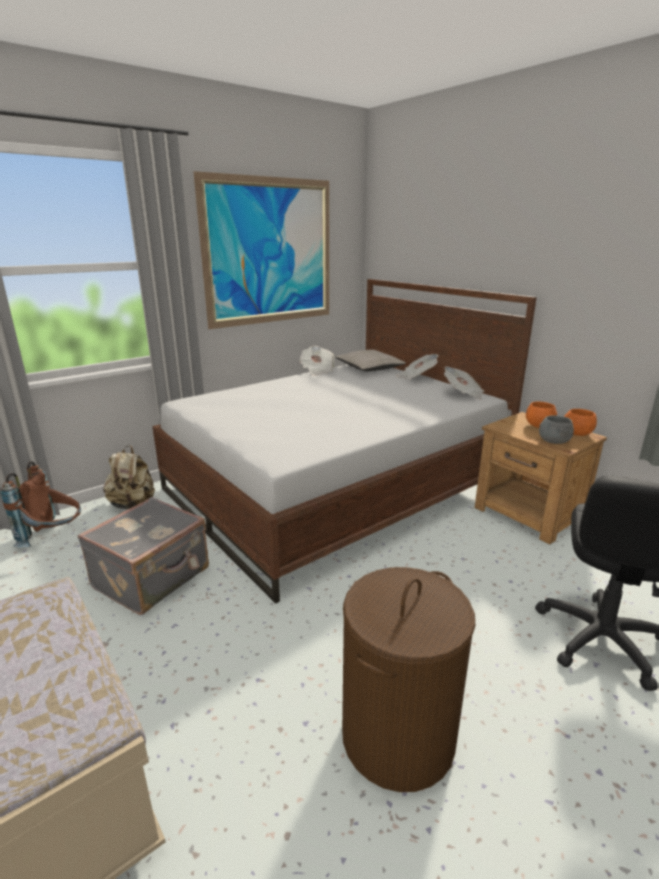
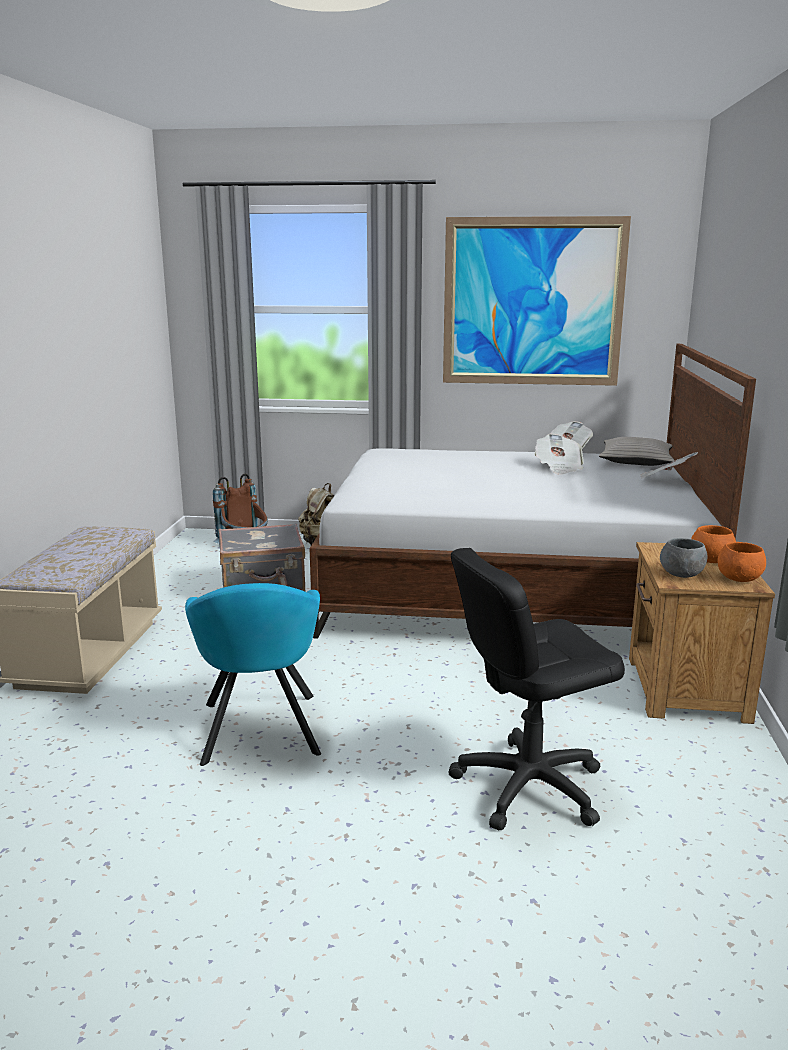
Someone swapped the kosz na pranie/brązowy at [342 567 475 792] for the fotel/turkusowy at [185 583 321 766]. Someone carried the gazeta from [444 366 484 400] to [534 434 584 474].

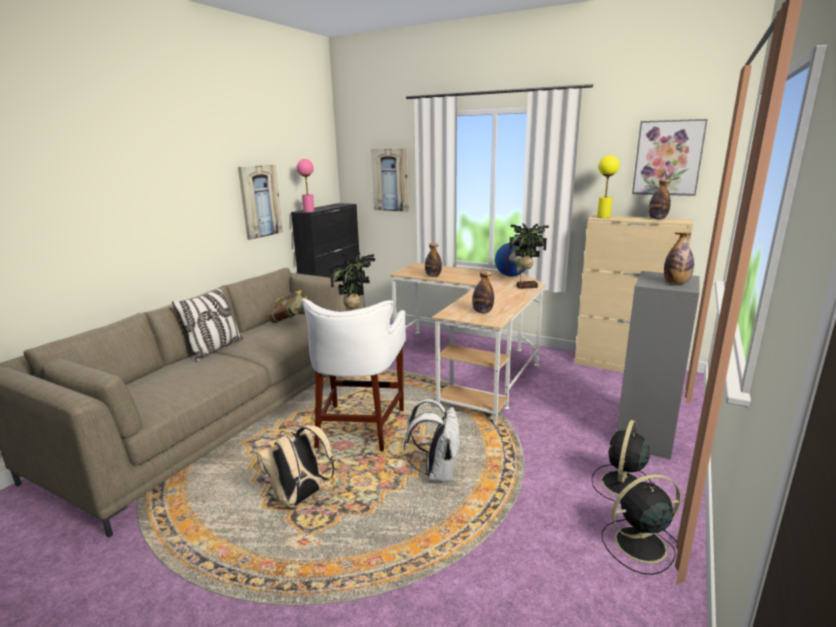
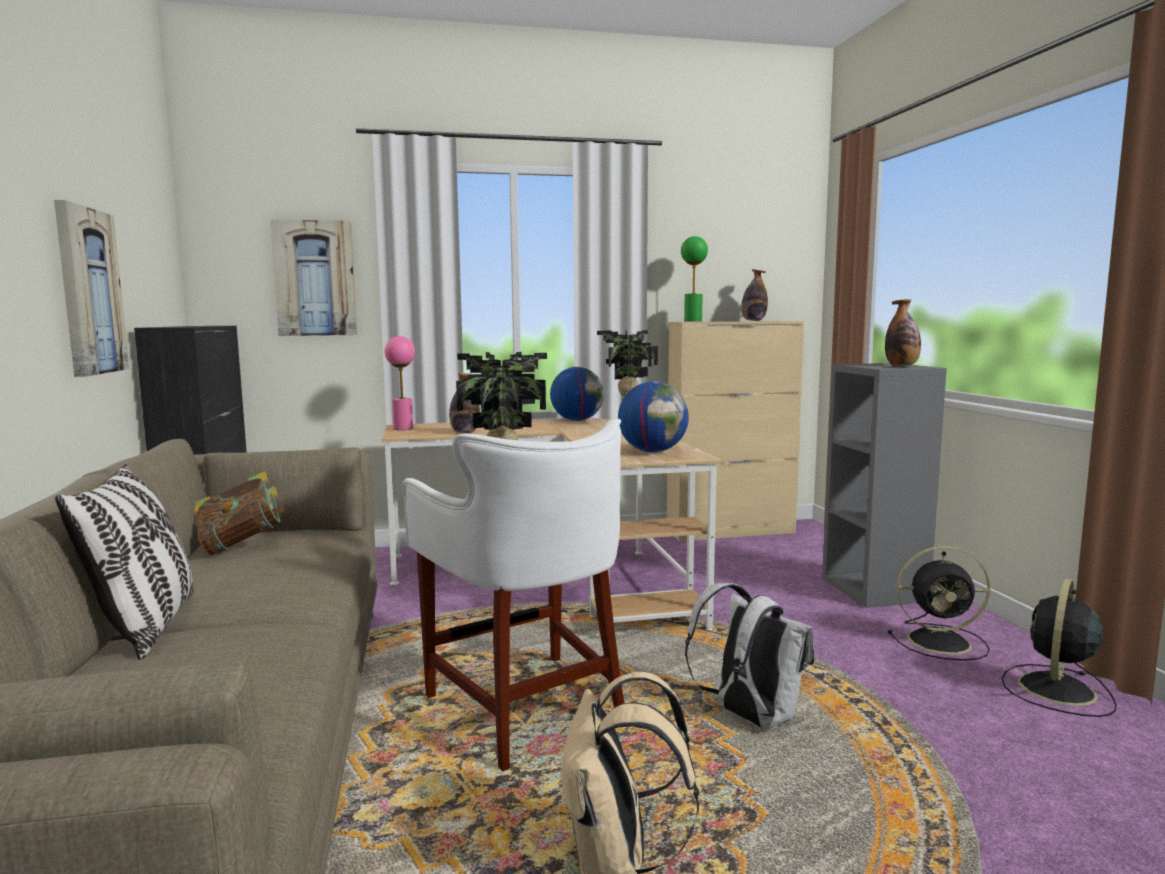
Someone carried the lampa stołowa/różowy from [297 159 314 212] to [385 336 415 430]. Someone swapped the butelka at [472 271 494 313] for the globus at [618 382 689 452]. Someone rotated the wentylator/czarny at [592 420 652 503] by 75 degrees counterclockwise. Someone repainted the lampa stołowa/żółty at [597 155 619 218], which became the lampa stołowa/zielony at [681 236 708 322]. Someone took away the obraz at [632 119 708 196].

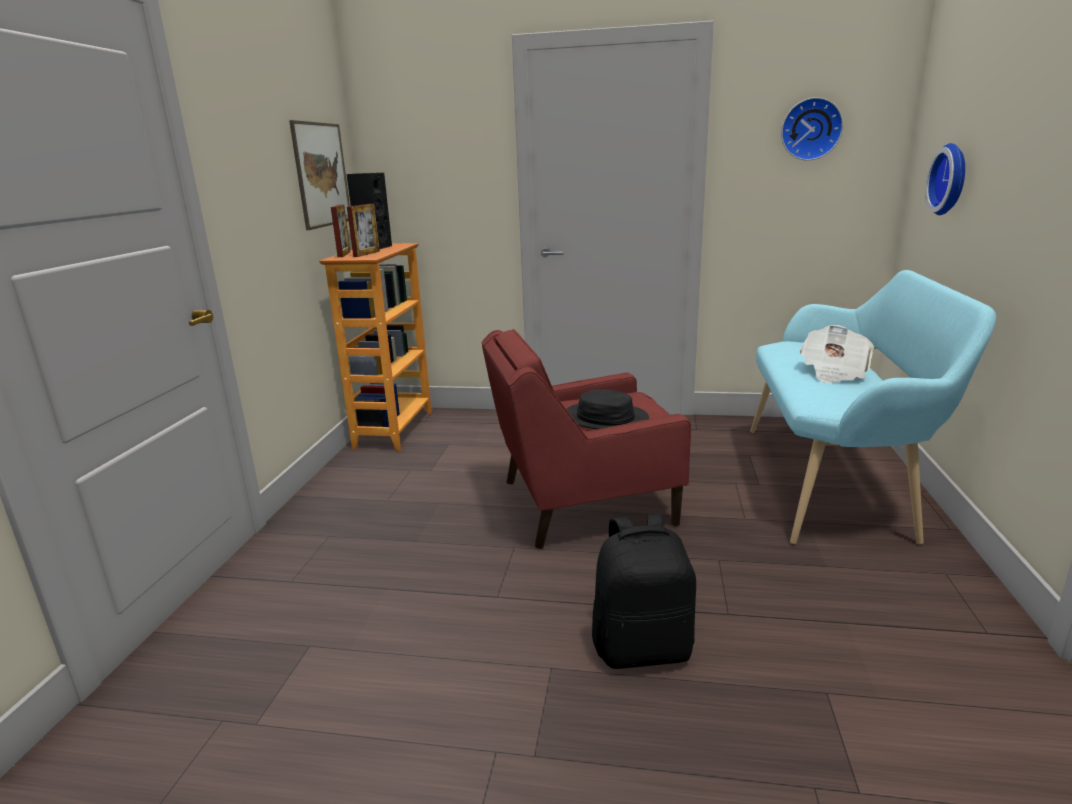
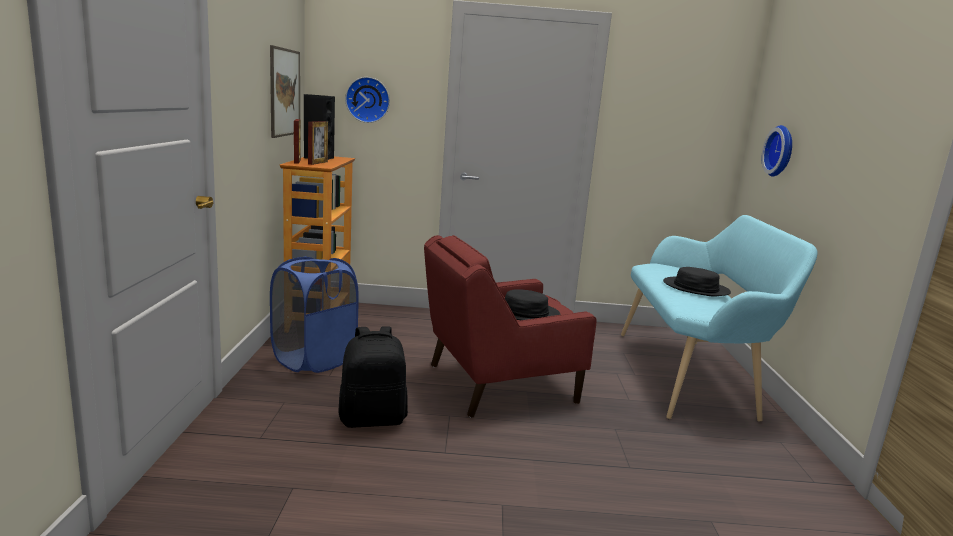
Someone carried the plecak/czarny from [592 514 696 669] to [338 327 408 428]. Someone carried the zegar ścienny from [781 97 843 161] to [345 77 390 123]. Someone swapped the gazeta at [800 325 874 383] for the kapelusz/czarny at [663 267 731 296]. Someone put down the kosz na pranie/niebieski at [270 256 359 373].

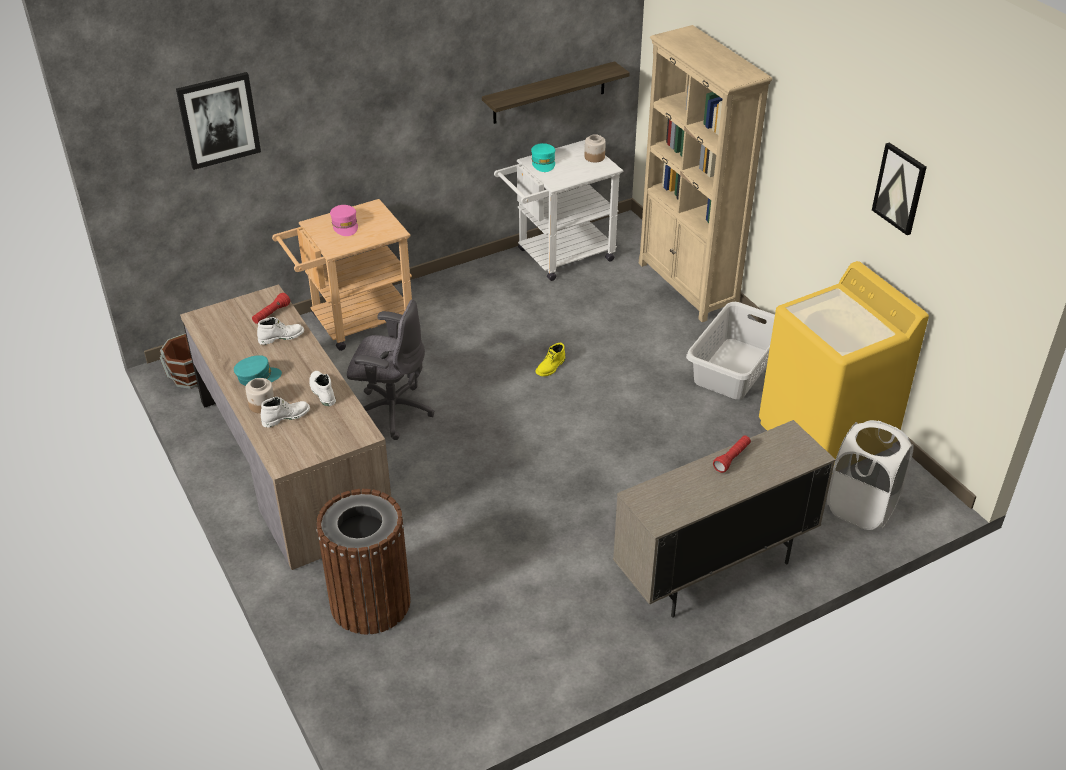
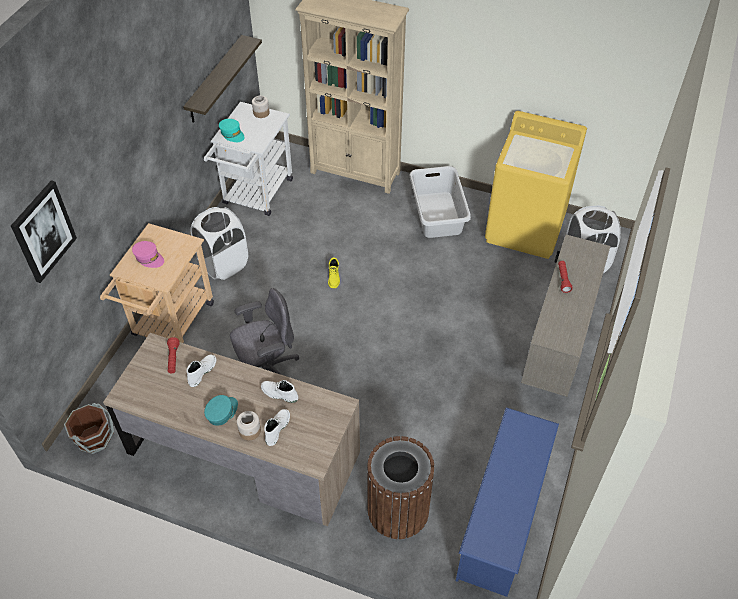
Someone took away the obraz at [872 143 927 235]. Someone put down the kosz na pranie/biały at [190 207 248 280]. Someone put down the regał na buty/niebieski at [456 407 559 597].

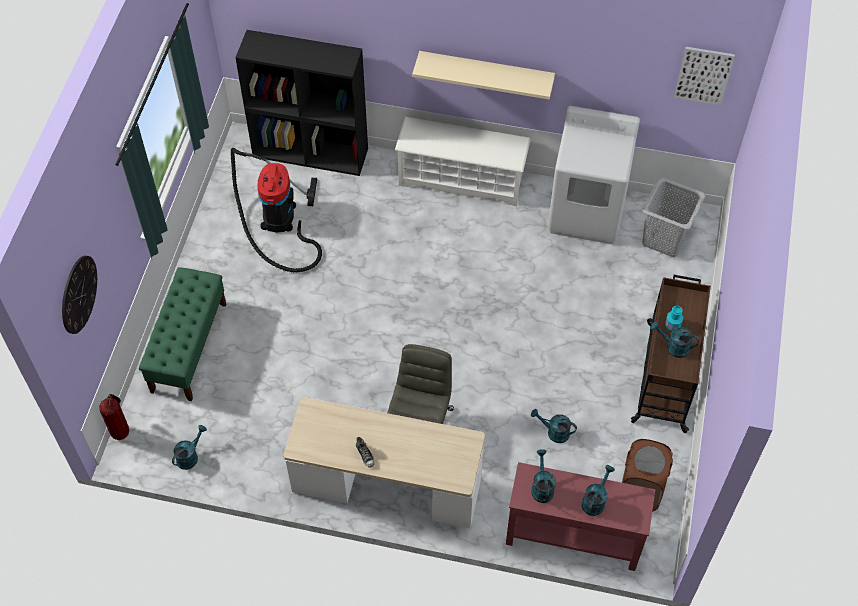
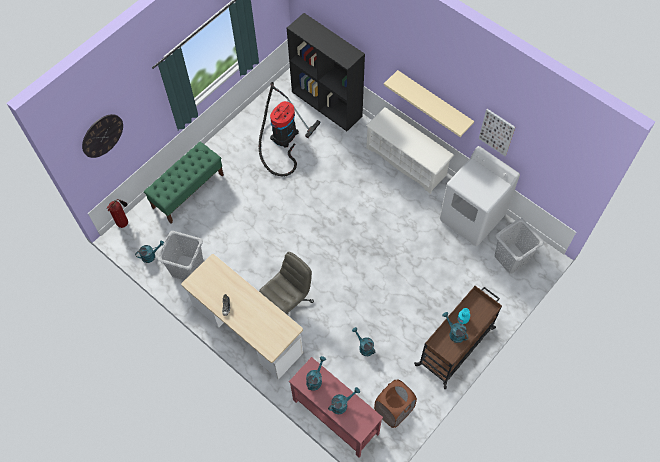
Someone carried the obraz from [674 47 735 106] to [479 109 515 156]. Someone put down the kosz na pranie/szary at [158 231 203 280].

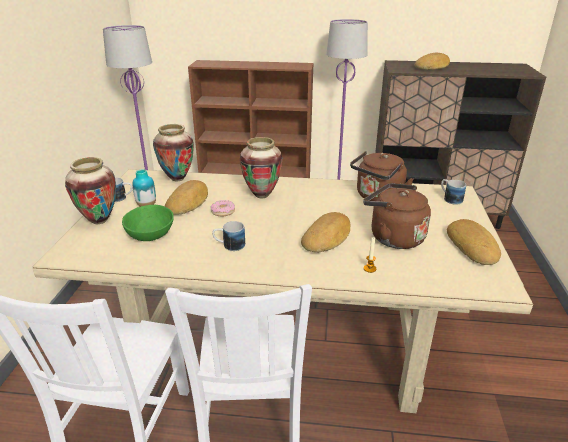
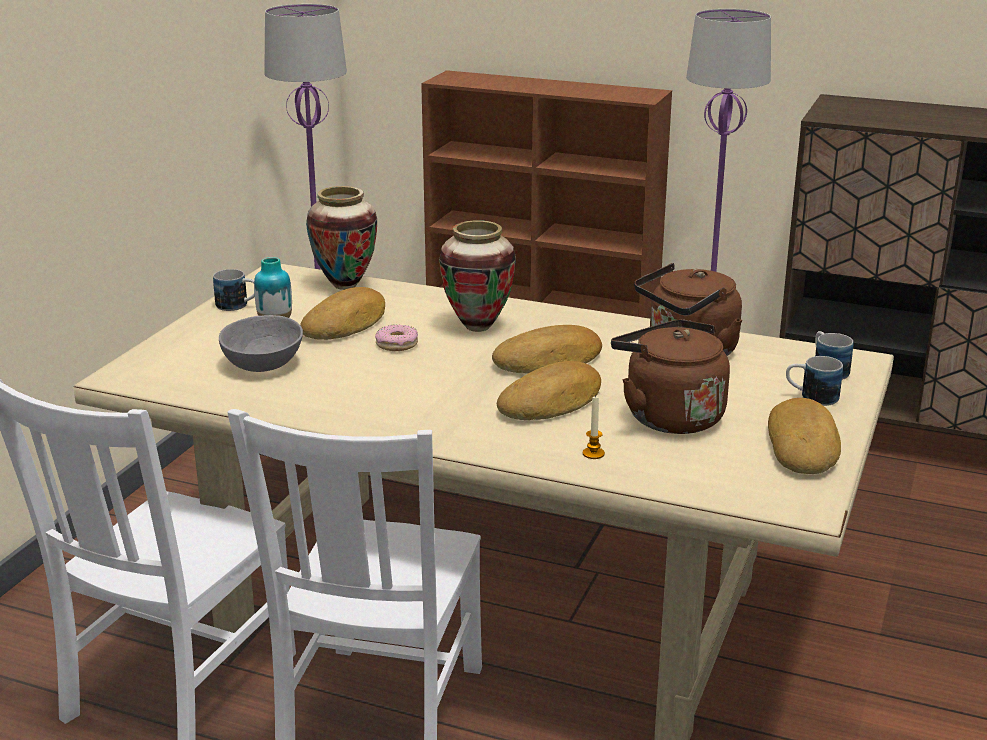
Someone took away the wazon at [65 157 116 224]. Someone repainted the miska/zielony at [122 205 174 241], which became the miska/szary at [219 315 303 372]. Someone carried the kubek from [212 221 245 251] to [786 356 843 406]. Someone carried the chleb from [415 53 450 70] to [492 325 602 373].

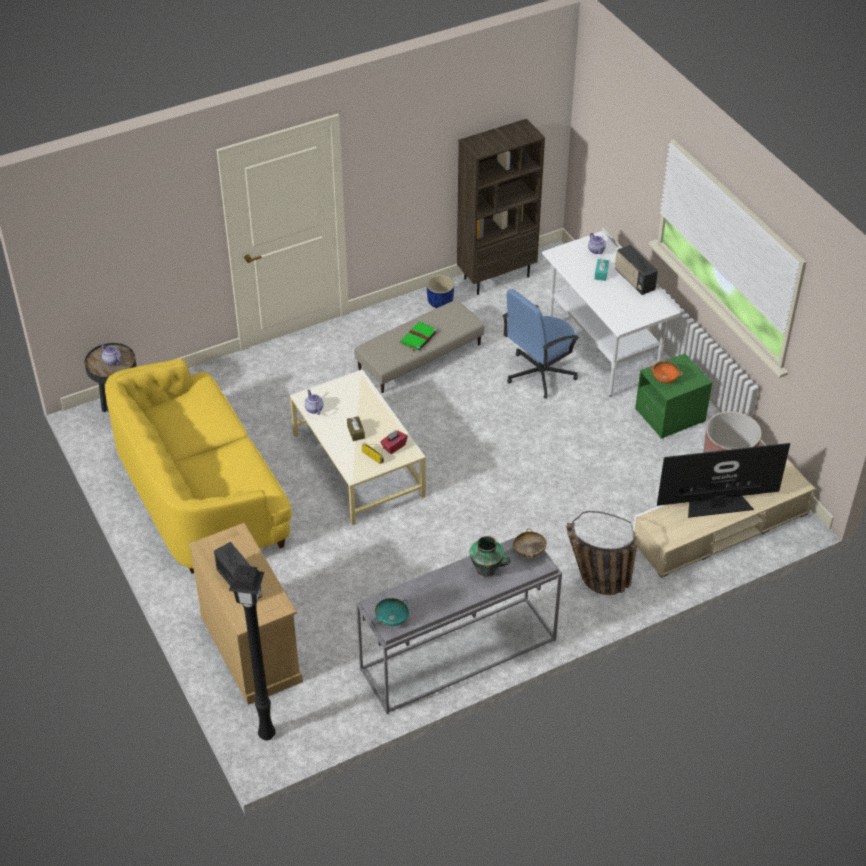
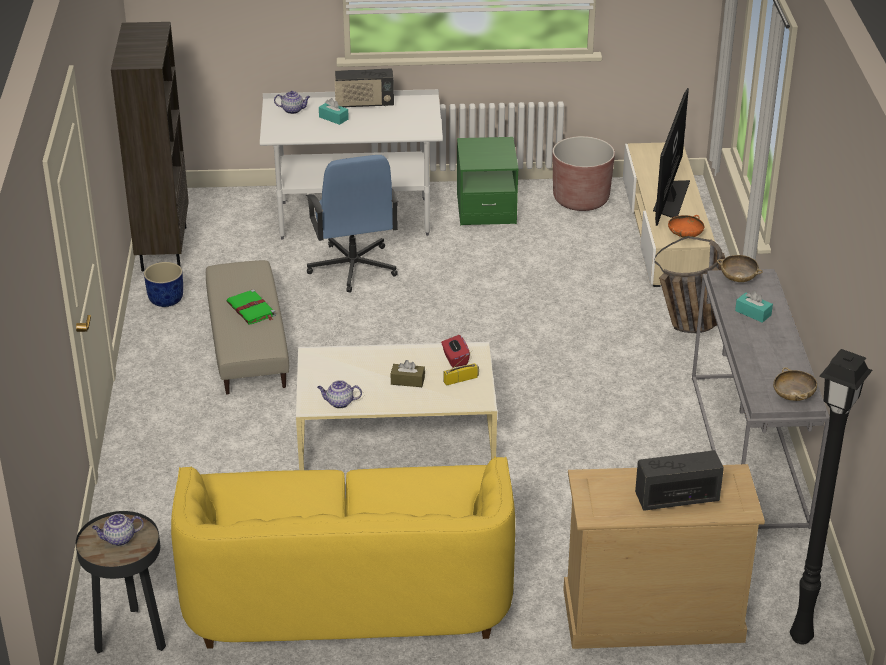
Someone repainted the miska/turkusowy at [375 598 409 626], which became the miska/beżowy at [773 367 817 401]. Someone swapped the wazon at [469 536 510 578] for the pudełko chusteczek/turkusowy at [735 291 773 323]. Someone carried the miska/pomarańczowy from [650 361 683 383] to [668 215 704 238].

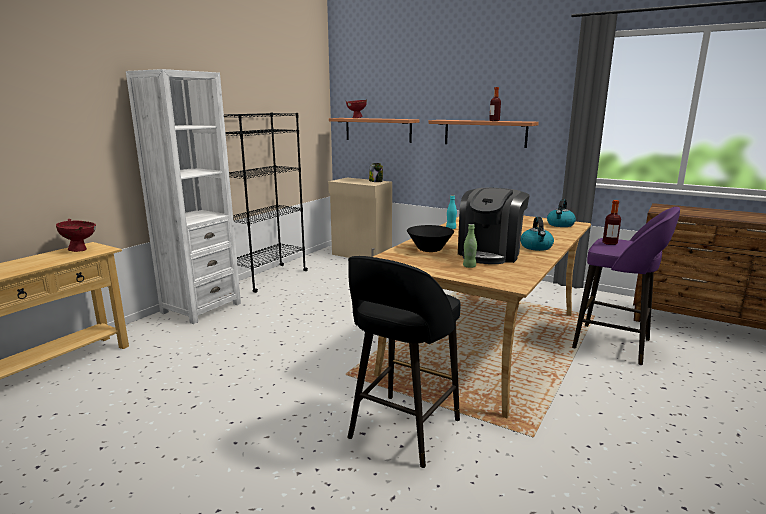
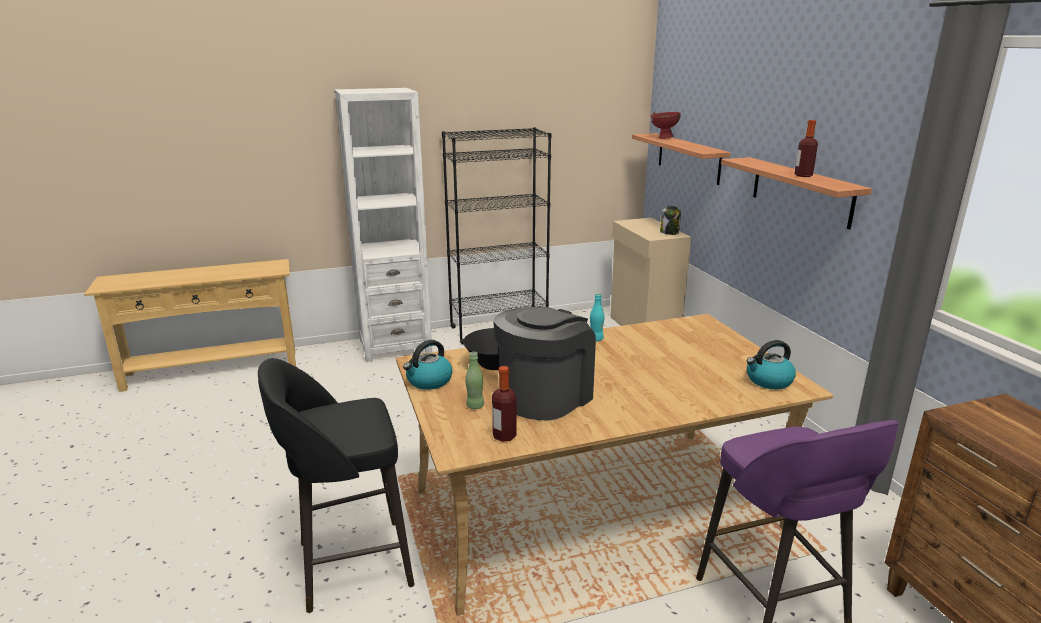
Someone took away the miska/czerwony at [56 219 96 252]. Someone rotated the ekspres do kawy at [458 188 530 264] by 150 degrees clockwise. Someone carried the czajnik from [521 217 554 251] to [403 340 453 390]. Someone carried the butelka from [603 200 621 245] to [492 366 517 442].

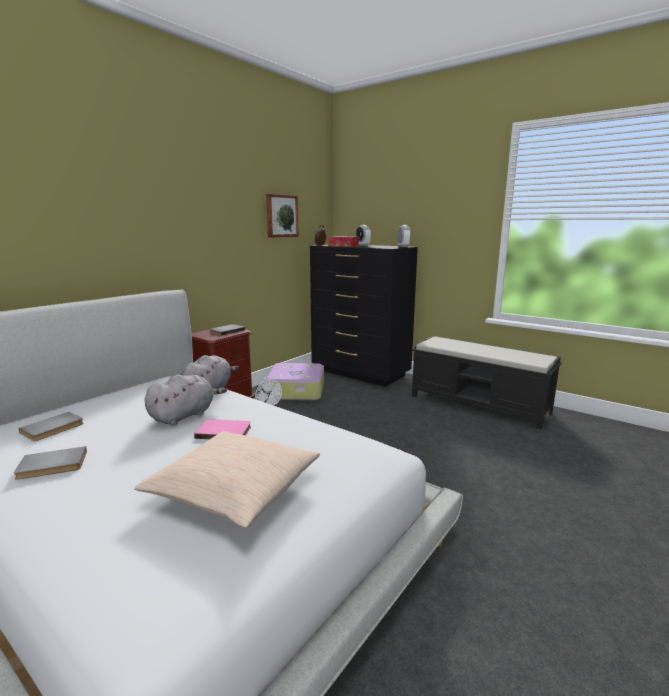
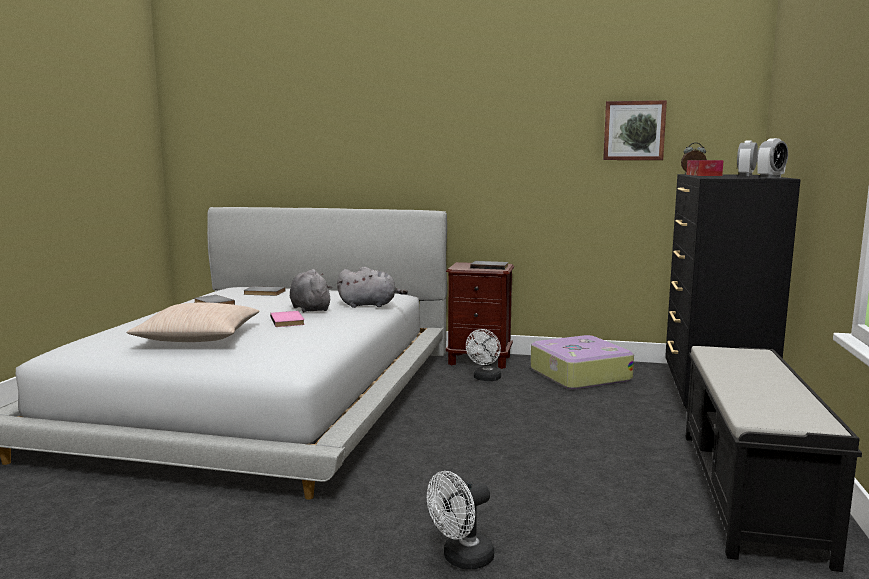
Someone rotated the pluszak/szary at [145 375 227 426] by 135 degrees counterclockwise. Someone put down the wentylator/biały at [427 471 494 569].

